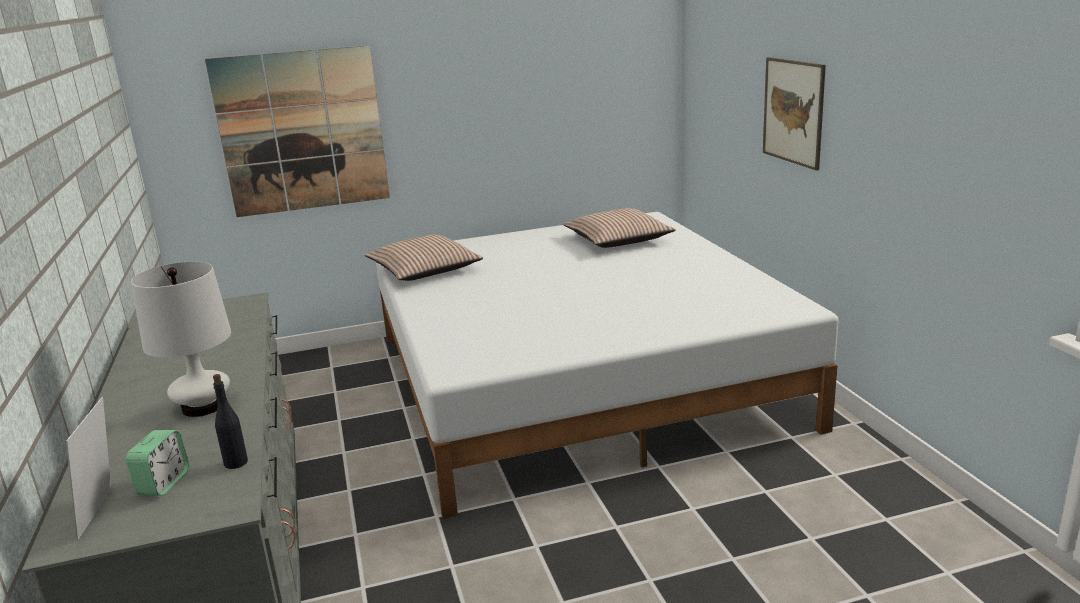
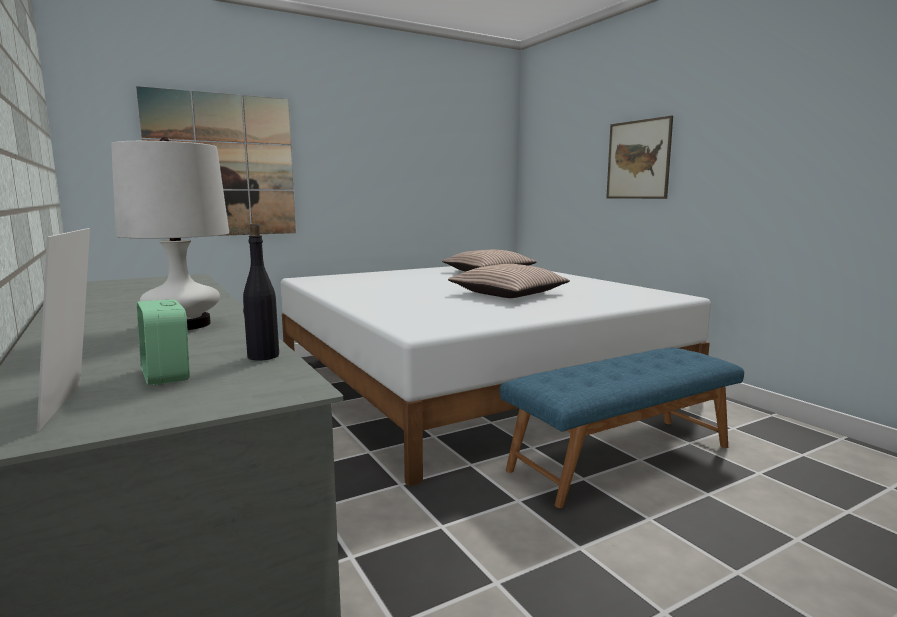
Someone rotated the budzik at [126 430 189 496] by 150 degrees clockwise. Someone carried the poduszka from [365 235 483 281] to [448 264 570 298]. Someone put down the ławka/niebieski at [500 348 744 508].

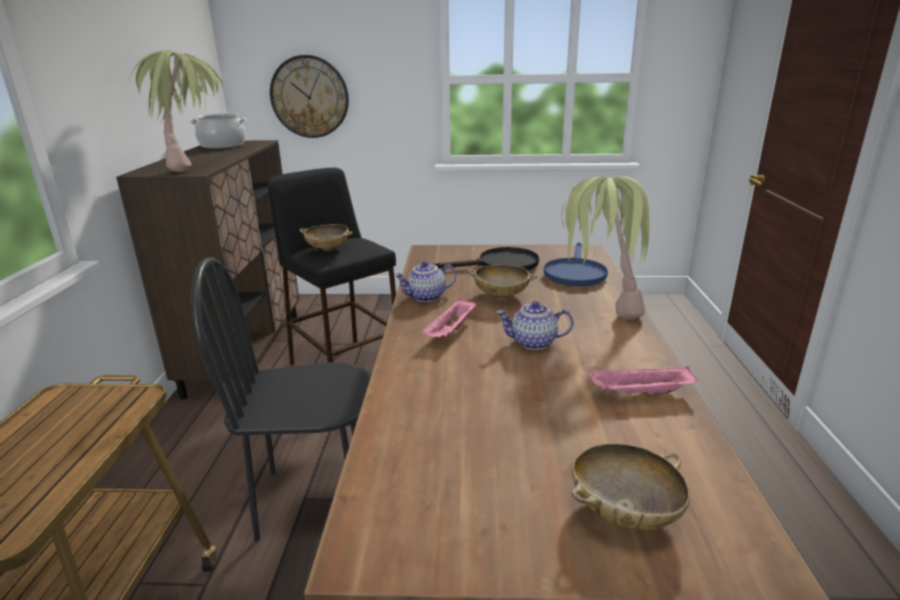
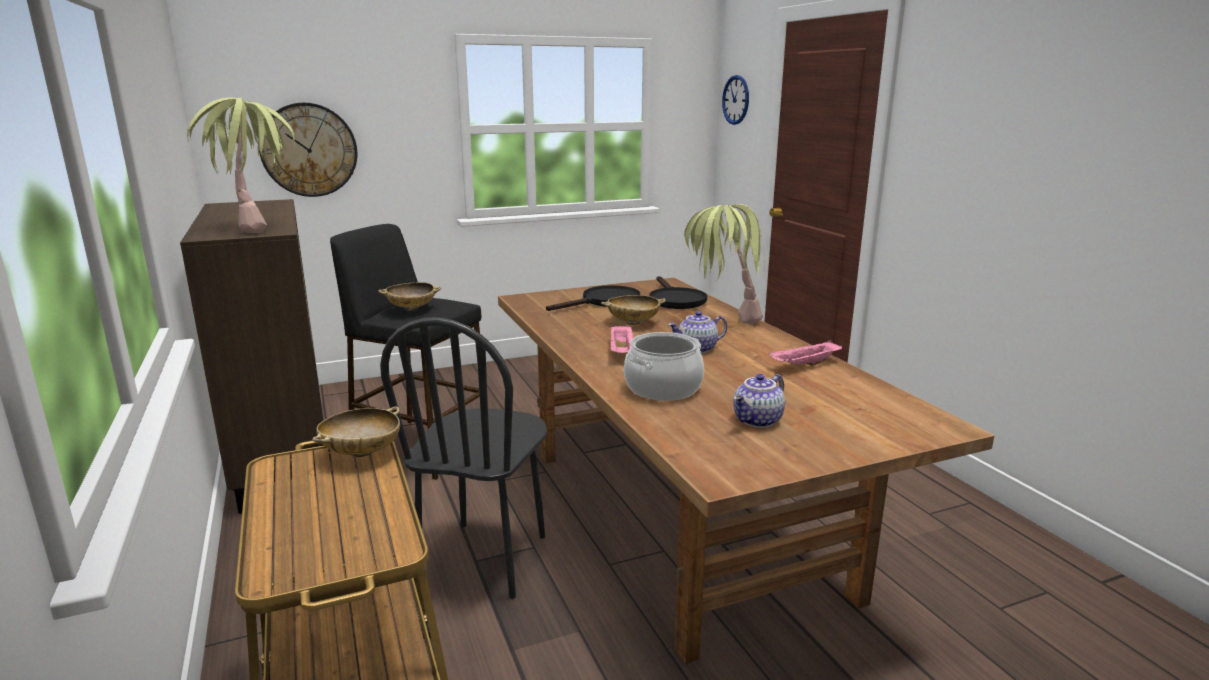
Someone carried the garnek from [190 114 246 149] to [624 332 704 401]. Someone rotated the krzesło/czarny at [191 257 371 542] by 45 degrees counterclockwise. Someone carried the imbryk from [394 261 456 302] to [733 374 785 428]. Someone repainted the patelnia/niebieski at [544 242 608 286], which became the patelnia/czarny at [649 276 707 309]. Someone carried the miska/beżowy from [572 443 690 530] to [312 406 400 457]. Someone put up the zegar ścienny at [722 75 749 125].

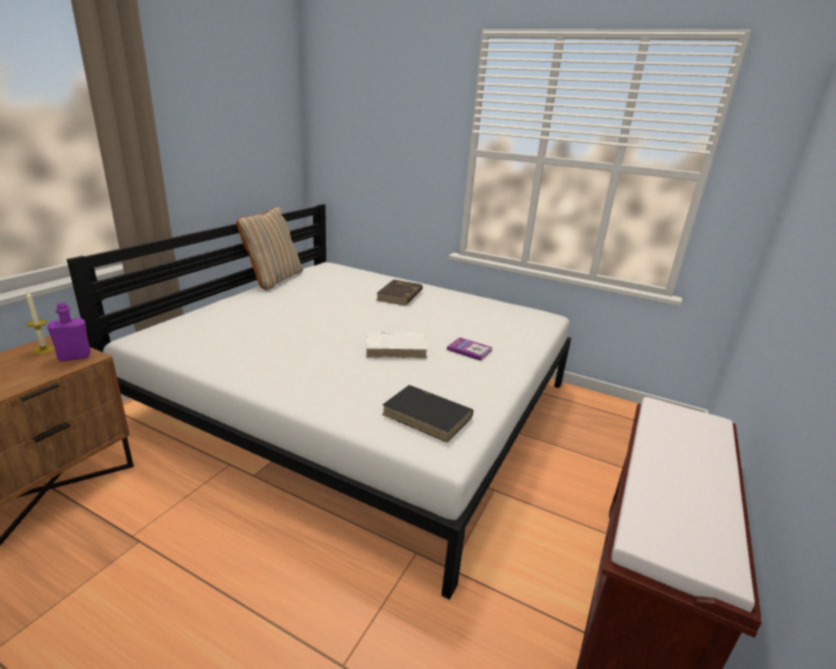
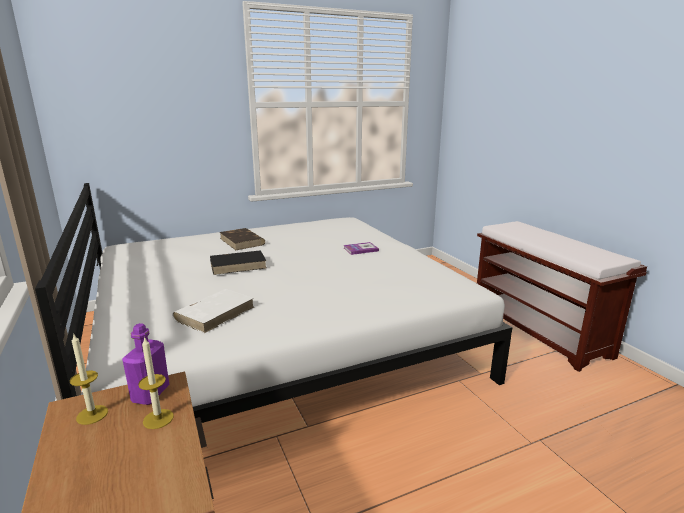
Someone took away the poduszka/beżowy at [237 207 303 290]. Someone carried the książka/biały from [366 332 428 358] to [172 289 254 333]. Someone carried the książka/czarny from [382 385 473 443] to [210 250 267 275]. Someone put down the świeca at [138 336 174 429].

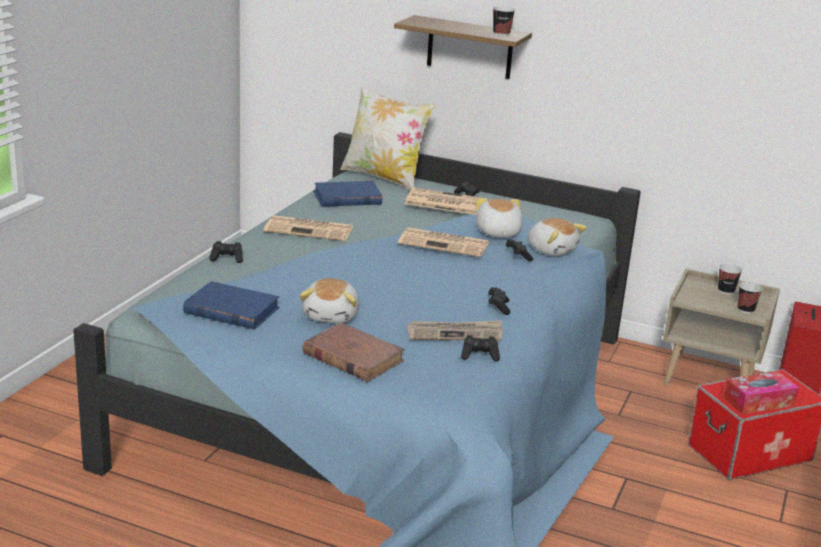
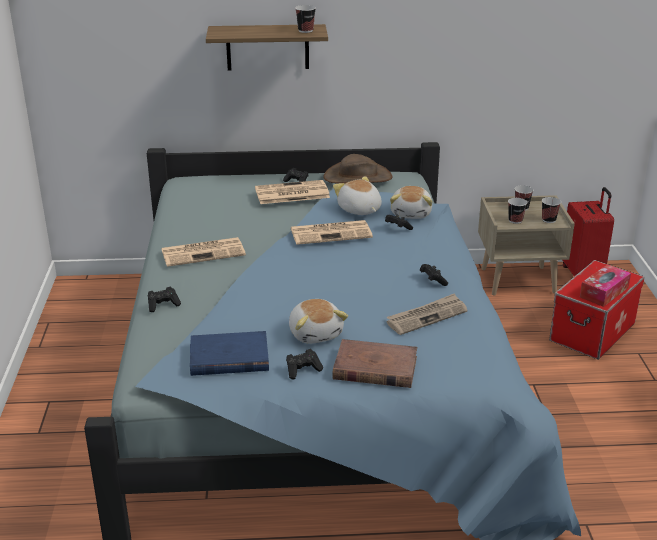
Someone took away the książka/niebieski at [313 181 382 207]. Someone took away the poduszka at [340 87 435 191]. Someone carried the pad do gier/czarny from [461 335 500 361] to [286 349 323 379]. Someone rotated the pluszak at [528 218 587 256] by 75 degrees clockwise. Someone put down the kapelusz/brązowy at [323 154 392 184]. Someone put down the filiżanka at [508 198 527 224].

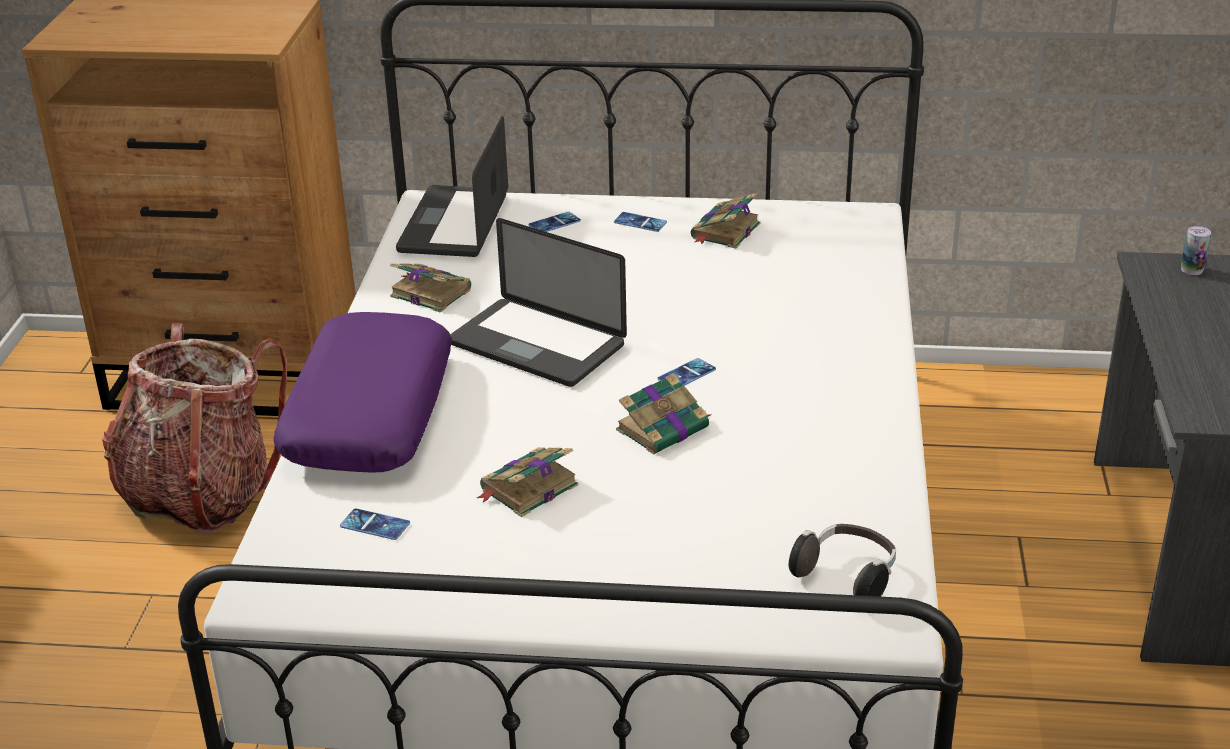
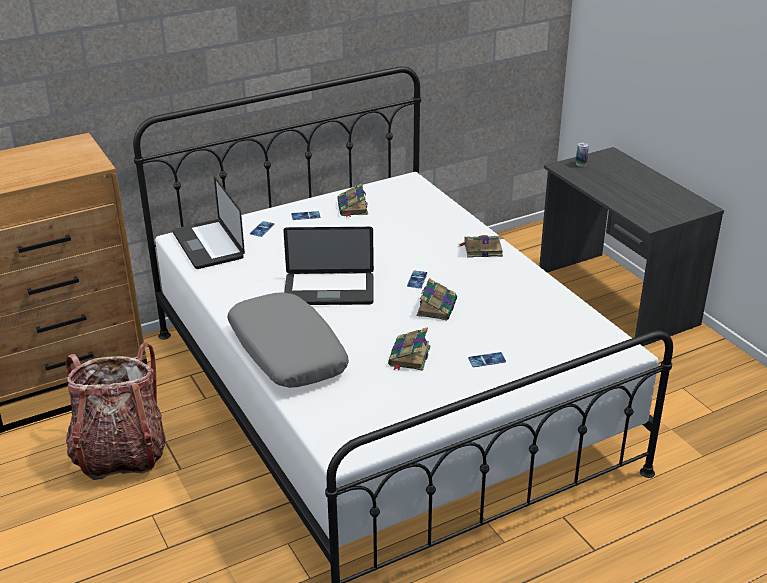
Someone repainted the poduszka/fioletowy at [274 312 452 472], which became the poduszka/szary at [227 292 349 388]. Someone carried the telefon from [340 508 410 540] to [468 352 506 367]. Someone carried the książka from [390 264 471 313] to [459 235 504 258]. Someone took away the słuchawki at [789 524 896 597].

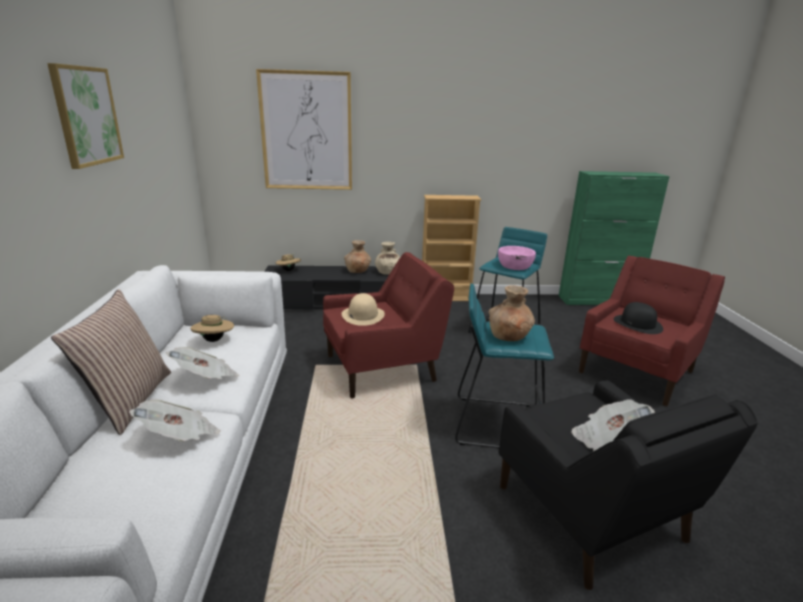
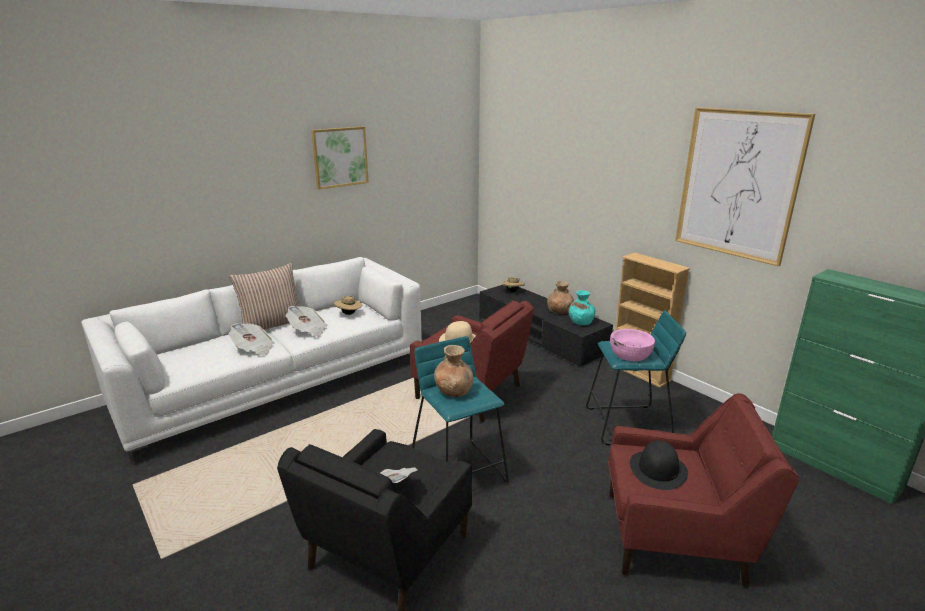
Someone carried the obraz from [256 69 352 190] to [675 107 815 267]. Someone repainted the wazon/beżowy at [375 242 400 275], which became the wazon/turkusowy at [569 290 595 325].

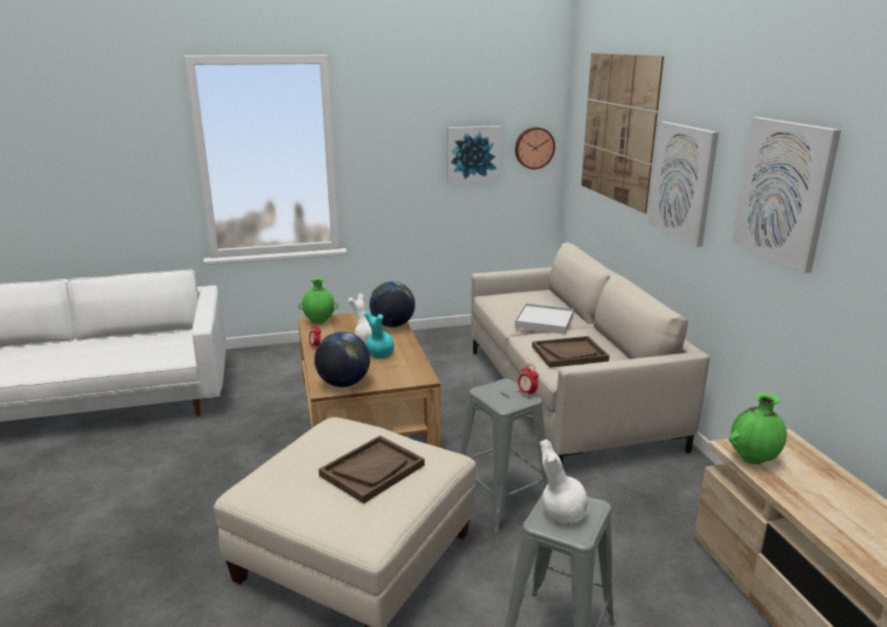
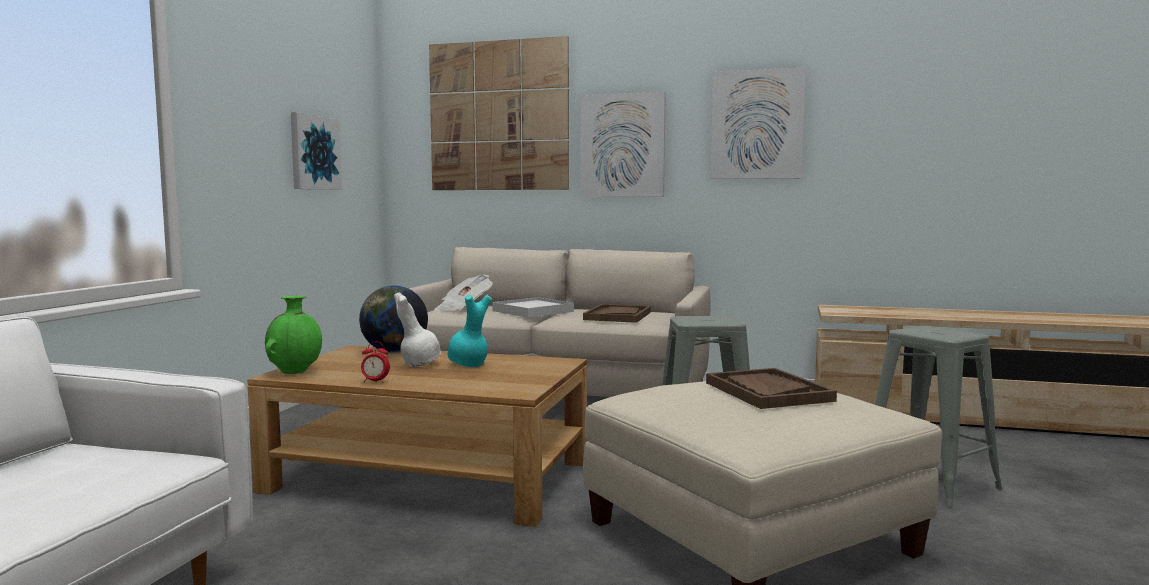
Someone took away the globus at [314 332 370 387]. Someone took away the zegar ścienny at [515 127 555 169]. Someone took away the budzik at [518 364 539 395]. Someone took away the wazon/biały at [540 439 589 525]. Someone took away the wazon/zielony at [729 393 787 464]. Someone put down the gazeta at [434 275 493 312].

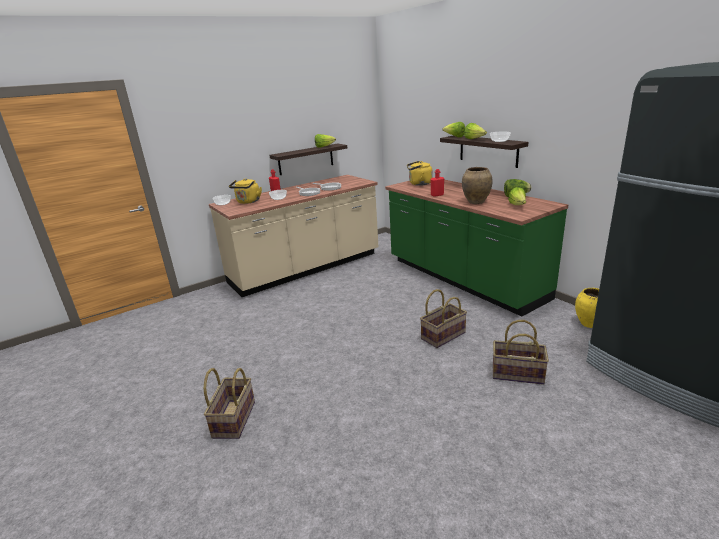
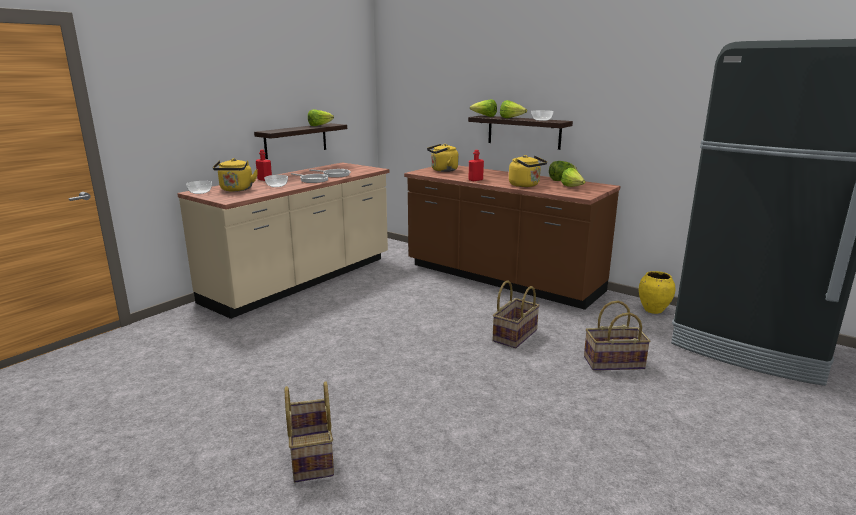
Someone repainted the zabudowa kuchenna/zielony at [385 177 568 317], which became the zabudowa kuchenna/brązowy at [404 165 620 310]. Someone swapped the wazon/brązowy at [462 167 493 204] for the czajnik/żółty at [509 155 547 187].

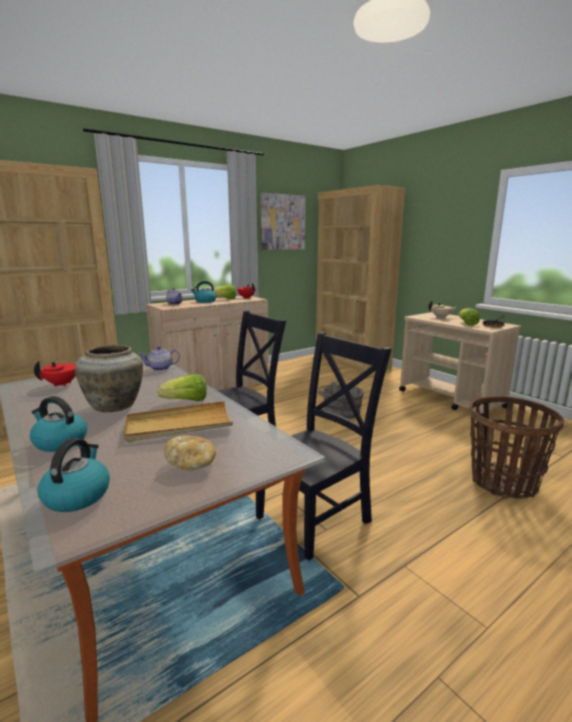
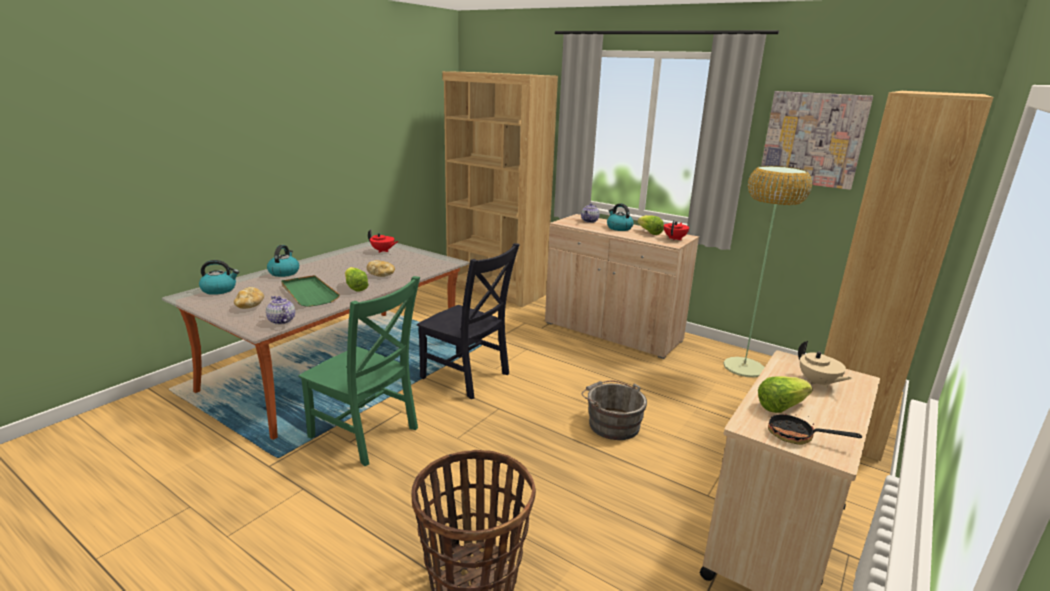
Someone took away the wazon/beżowy at [75 345 143 412]. Someone repainted the taca/beżowy at [124 401 233 443], which became the taca/zielony at [281 275 340 307]. Someone carried the imbryk from [139 346 180 371] to [266 296 295 325]. Someone repainted the krzesło/czarny at [256 332 392 561], which became the krzesło/zielony at [298 276 420 466]. Someone put down the chleb at [367 260 395 277]. Someone put down the lampa stojąca at [723 166 812 377].

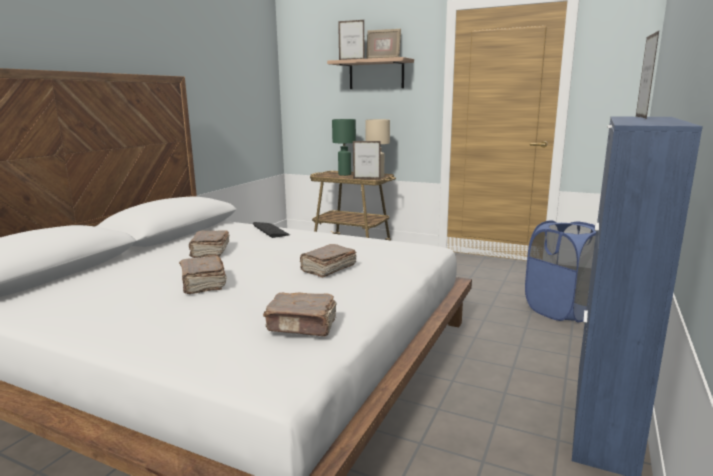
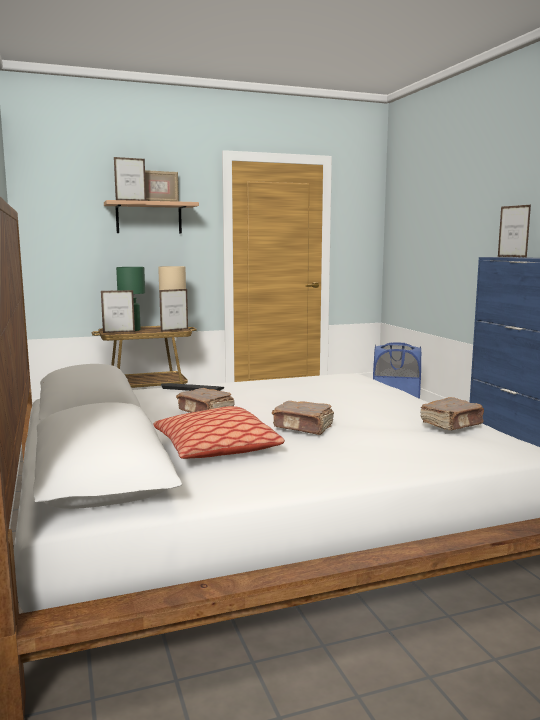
Someone took away the książka/brązowy at [299 244 357 278]. Someone put down the ramka na zdjęcie at [101 290 135 333]. Someone put down the poduszka at [153 406 285 459].

